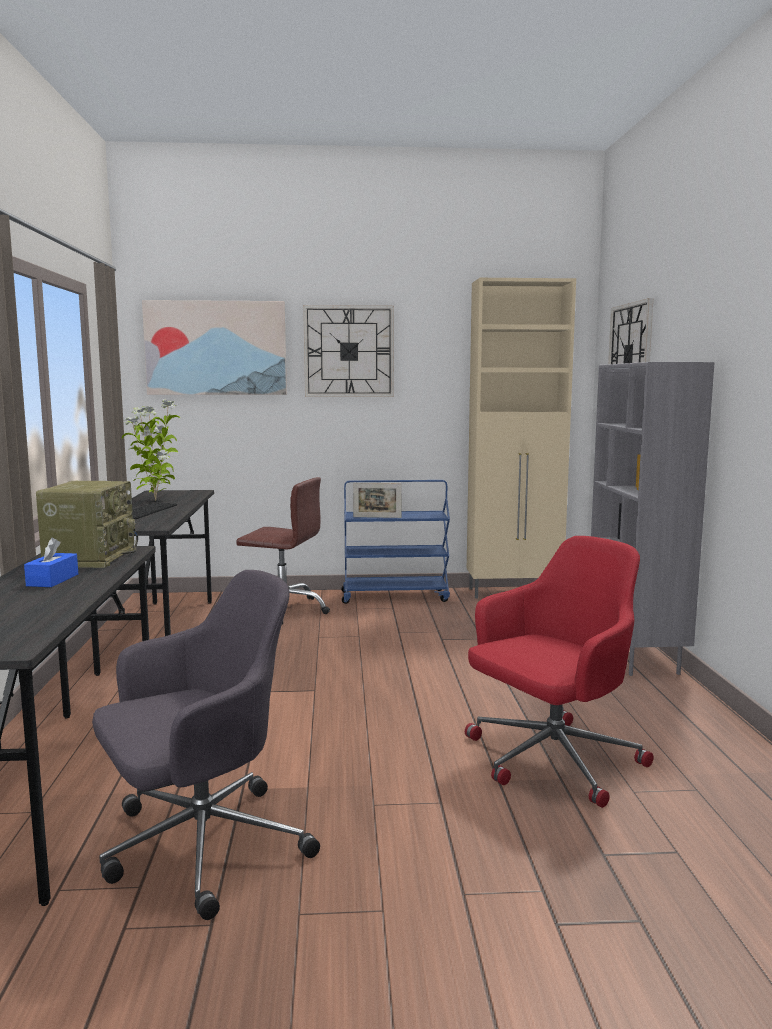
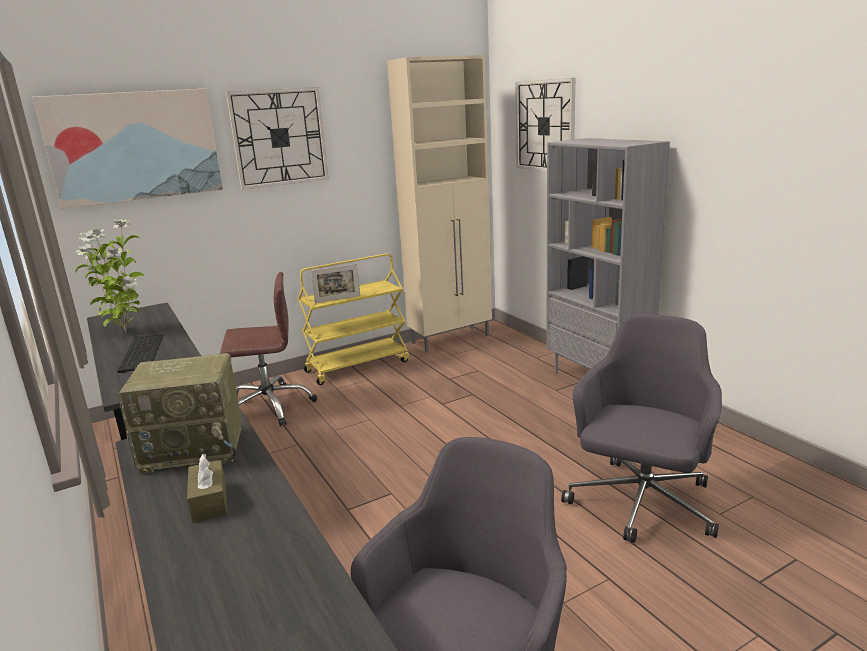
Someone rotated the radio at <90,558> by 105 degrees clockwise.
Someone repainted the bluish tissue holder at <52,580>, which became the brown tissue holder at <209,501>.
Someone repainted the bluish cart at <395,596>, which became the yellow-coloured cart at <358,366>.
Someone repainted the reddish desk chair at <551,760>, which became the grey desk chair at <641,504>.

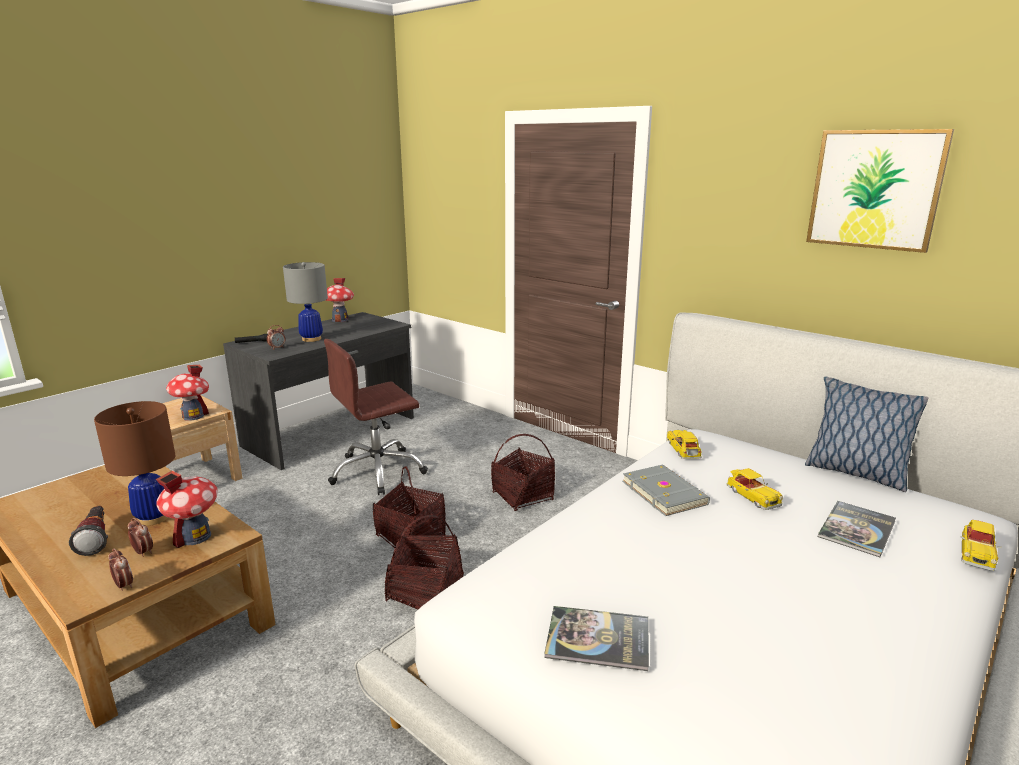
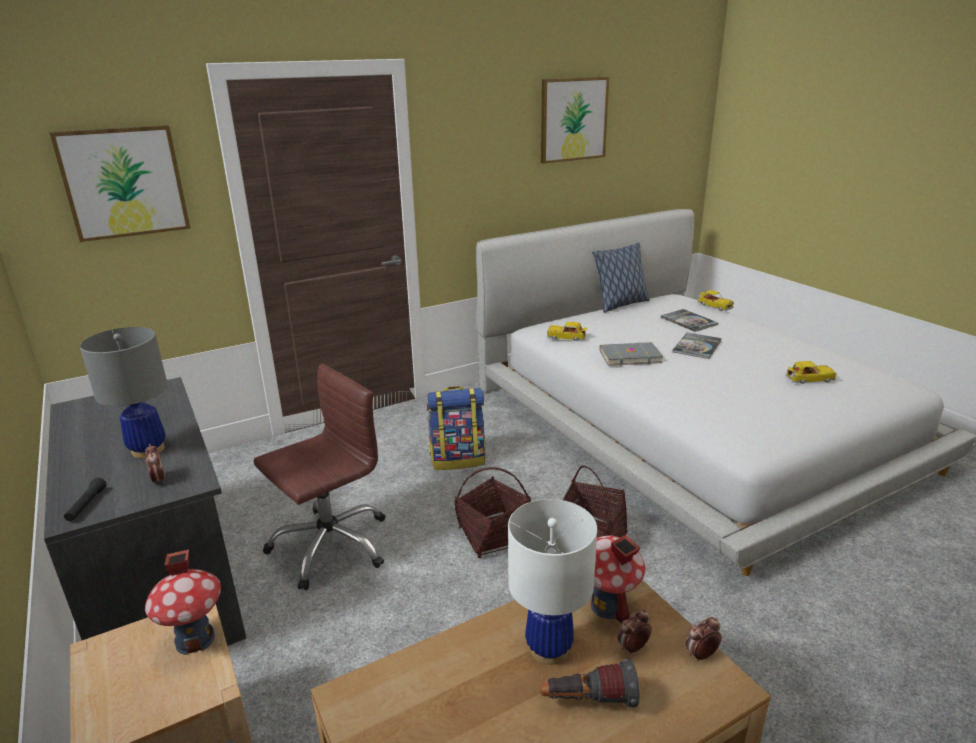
Someone put up the wall art at <124,182>.
Someone rotated the brown desk chair at <378,471> by 120 degrees counterclockwise.
Someone swapped the storage basket at <523,496> for the knapsack at <458,459>.
Someone repainted the brown tabletop lamp at <153,517>, which became the white tabletop lamp at <548,649>.
Someone carried the bound book from <597,639> to <697,346>.
Someone carried the miniature car from <752,496> to <809,379>.
Someone took away the toy house at <340,320>.

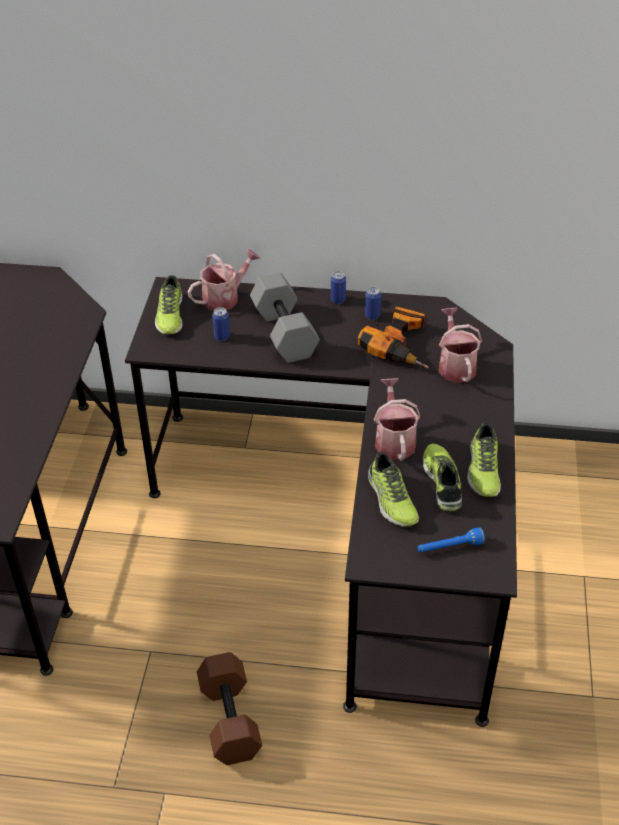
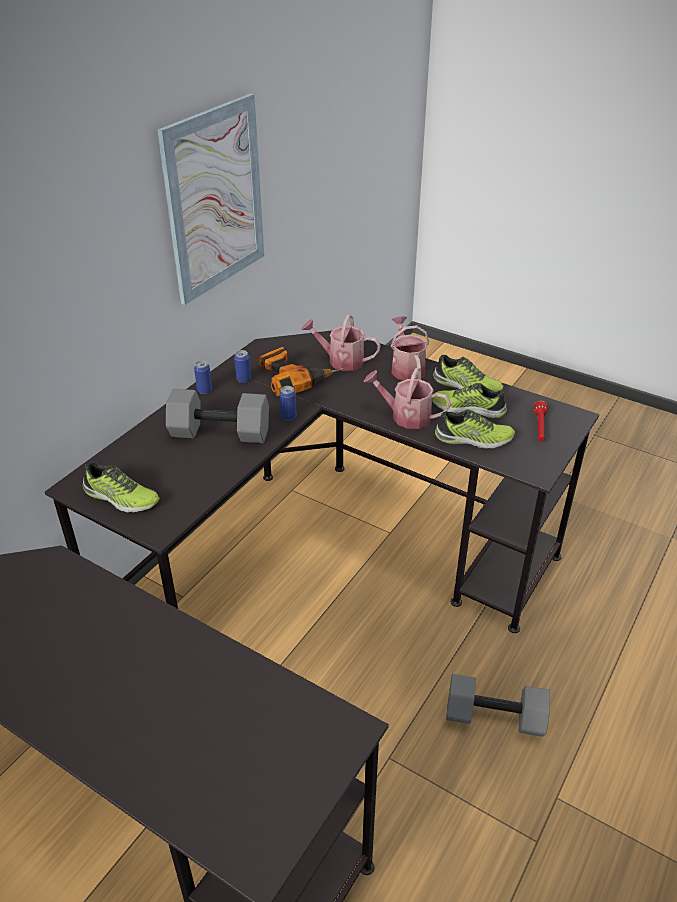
Someone put up the wall art at <215,199>.
Someone carried the sealed can from <222,336> to <288,416>.
Someone carried the watering pot from <225,297> to <406,368>.
Someone repainted the brown dumbbell at <228,718>, which became the grey dumbbell at <493,718>.
Someone repainted the bluish torch at <449,547>, which became the reddish torch at <539,427>.

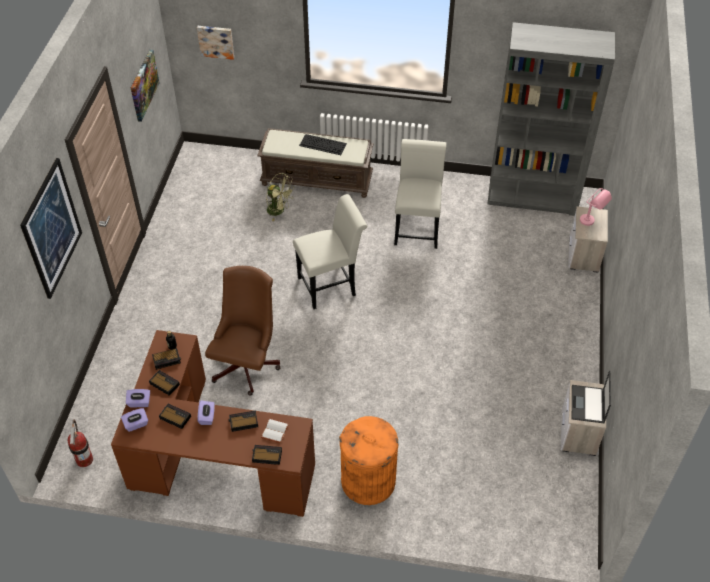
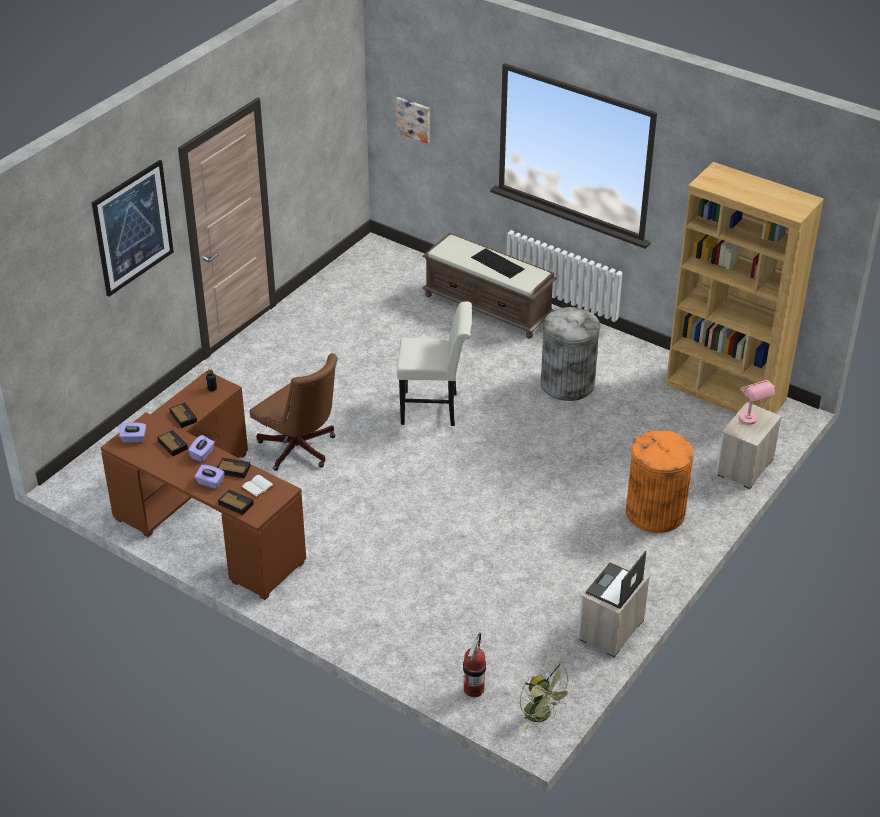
Someone carried the purple-coloured tissue holder from <139,403> to <210,483>.
Someone rotated the brown desk chair at <247,363> by 90 degrees clockwise.
Someone carried the fire extinguisher from <84,459> to <473,689>.
Someone carried the green fan from <279,210> to <542,715>.
Someone swapped the white chair at <417,228> for the grey waste bin at <567,384>.
Someone carried the orange-coloured waste bin from <368,480> to <654,512>.
Someone repainted the grey bookshelf at <533,197>, which became the brown bookshelf at <725,393>.
Someone took away the wall art at <143,85>.
Someone took away the bedside clock at <167,360>.

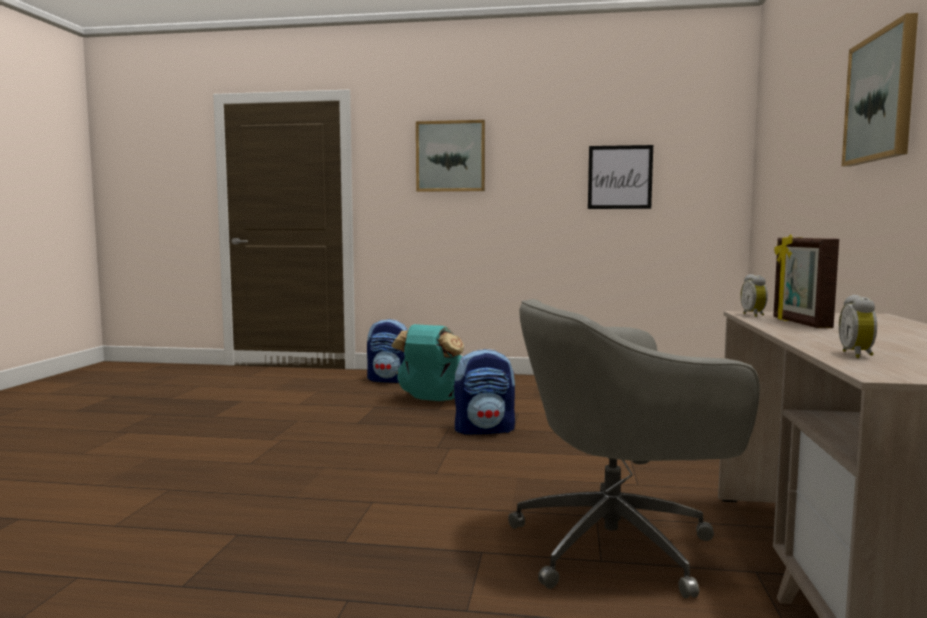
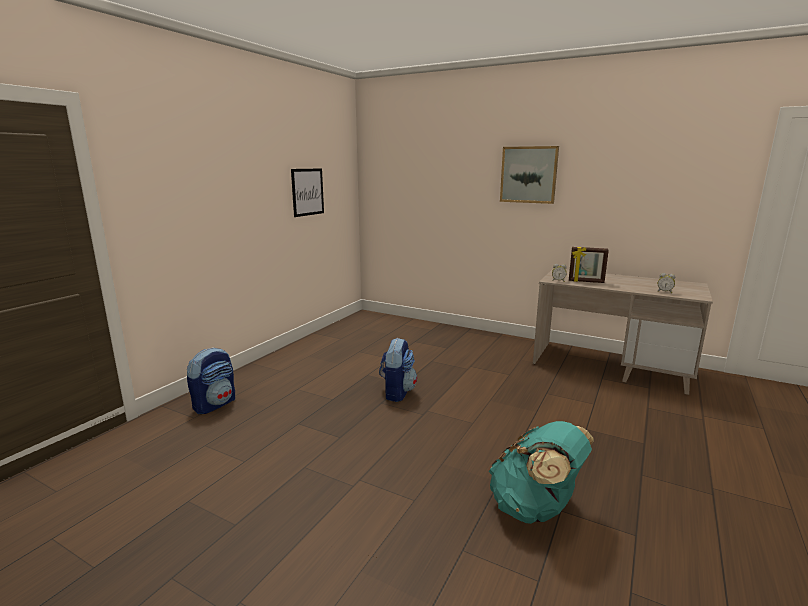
Someone carried the blue-green knapsack from <433,400> to <535,508>.
Someone took away the wall art at <450,156>.
Someone took away the grey desk chair at <618,546>.

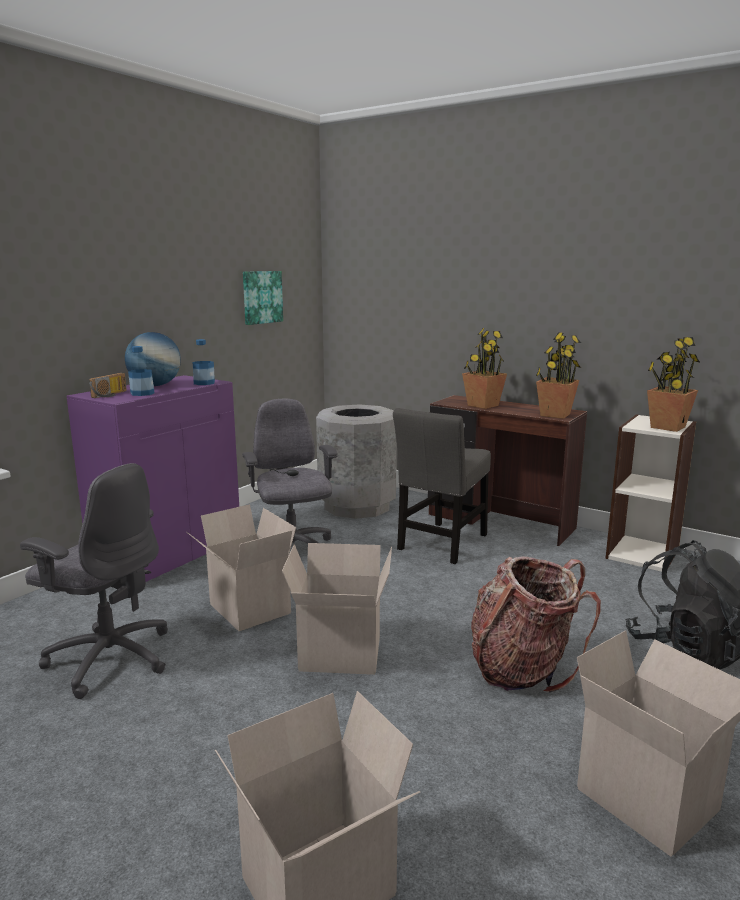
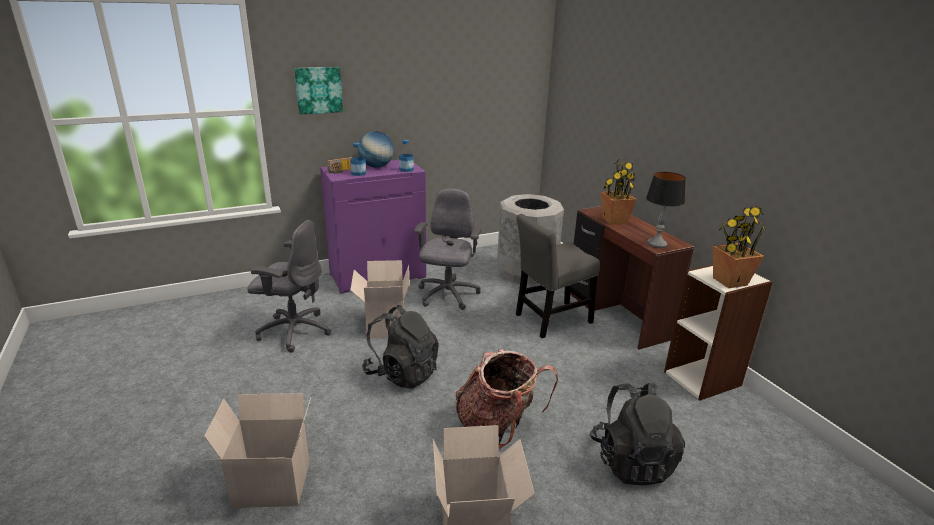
Someone rotated the grey desk chair at <109,658> by 45 degrees counterclockwise.
Someone carried the wall art from <261,297> to <318,90>.
Someone swapped the carton at <338,655> for the black knapsack at <402,373>.
Someone swapped the potted plant at <554,415> for the tabletop lamp at <656,244>.

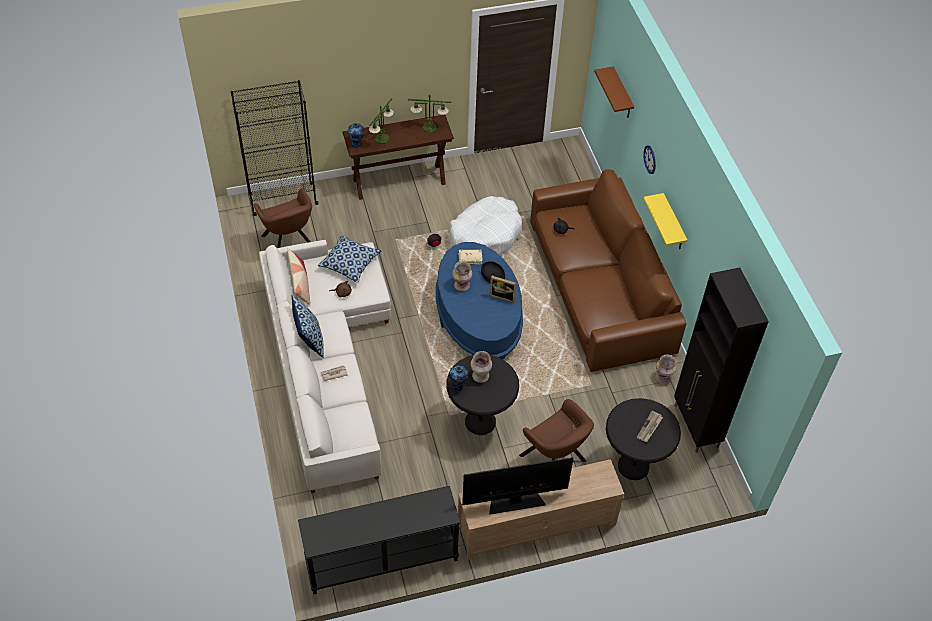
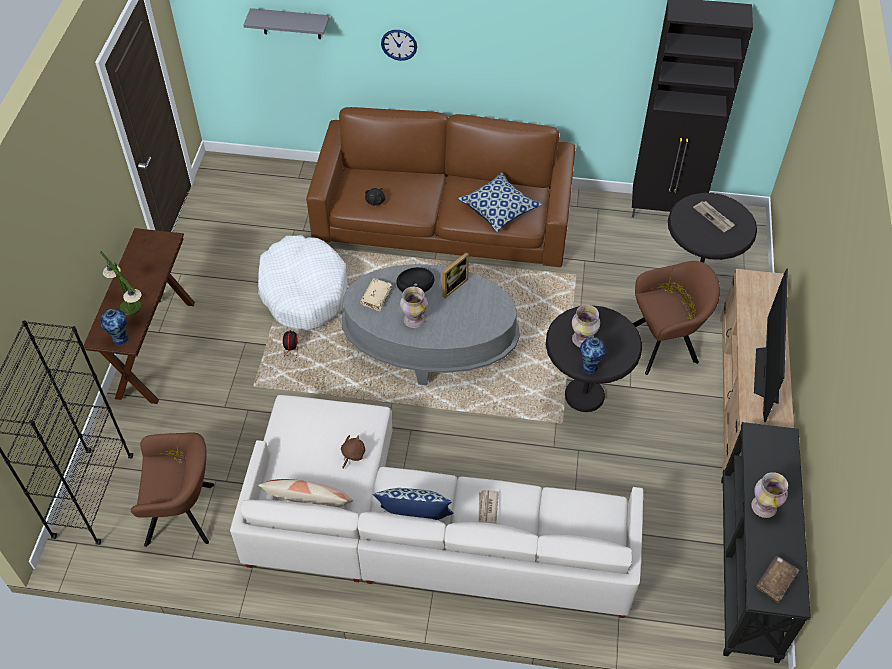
Someone repainted the brown bracket shelf at <622,94>, which became the grey bracket shelf at <291,23>.
Someone repainted the bluish low table at <478,318>, which became the grey low table at <430,344>.
Someone carried the pillow from <350,264> to <499,209>.
Someone carried the flower vase from <663,377> to <763,506>.
Someone put down the brown bound book at <775,581>.
Someone took away the tabletop lamp at <429,127>.
Someone took away the yellow-coloured bracket shelf at <673,224>.

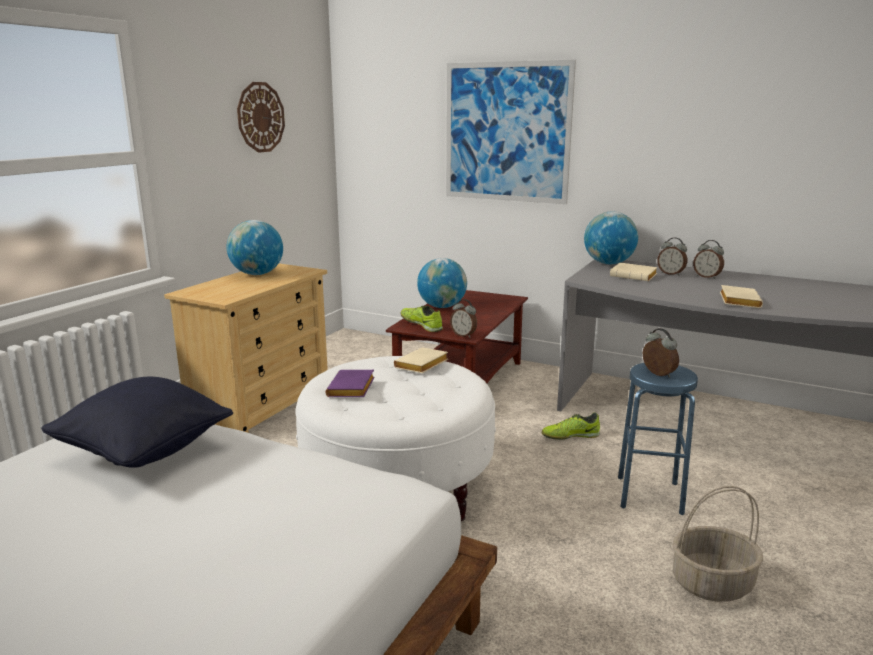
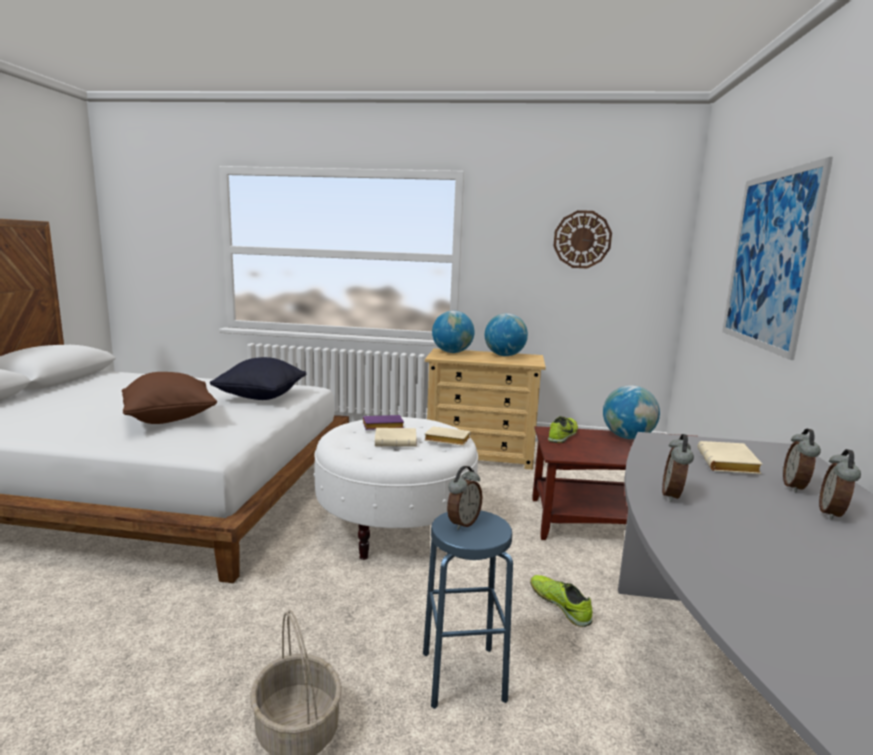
Someone put down the brown pillow at <170,419>.
Someone carried the beige-coloured bound book from <737,301> to <397,441>.
Someone carried the desk globe from <608,263> to <452,352>.
Someone carried the bedside clock from <463,335> to <673,496>.

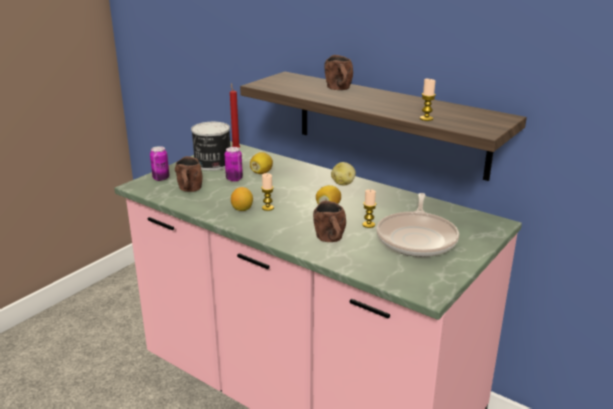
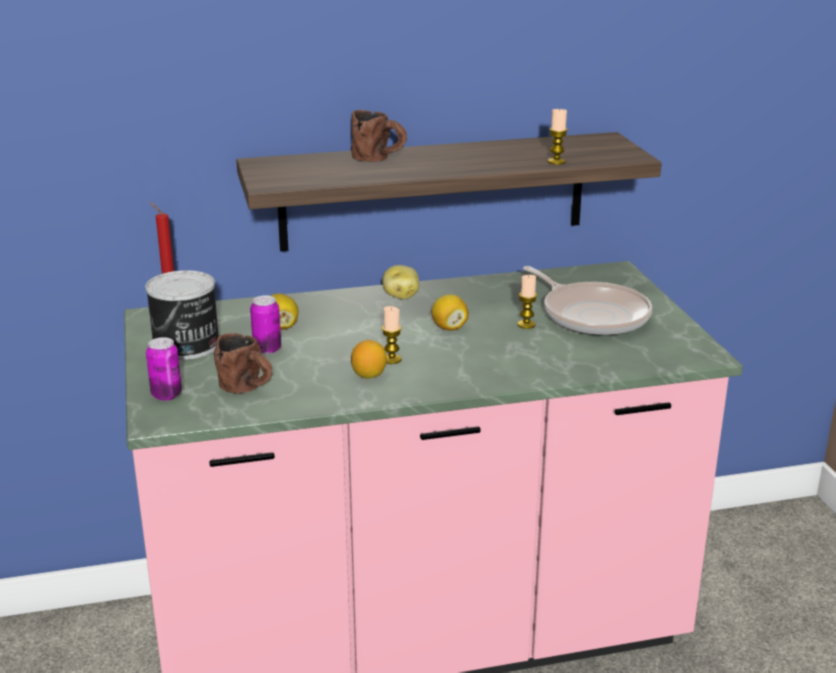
Someone took away the brown coffee mug at <331,240>.

